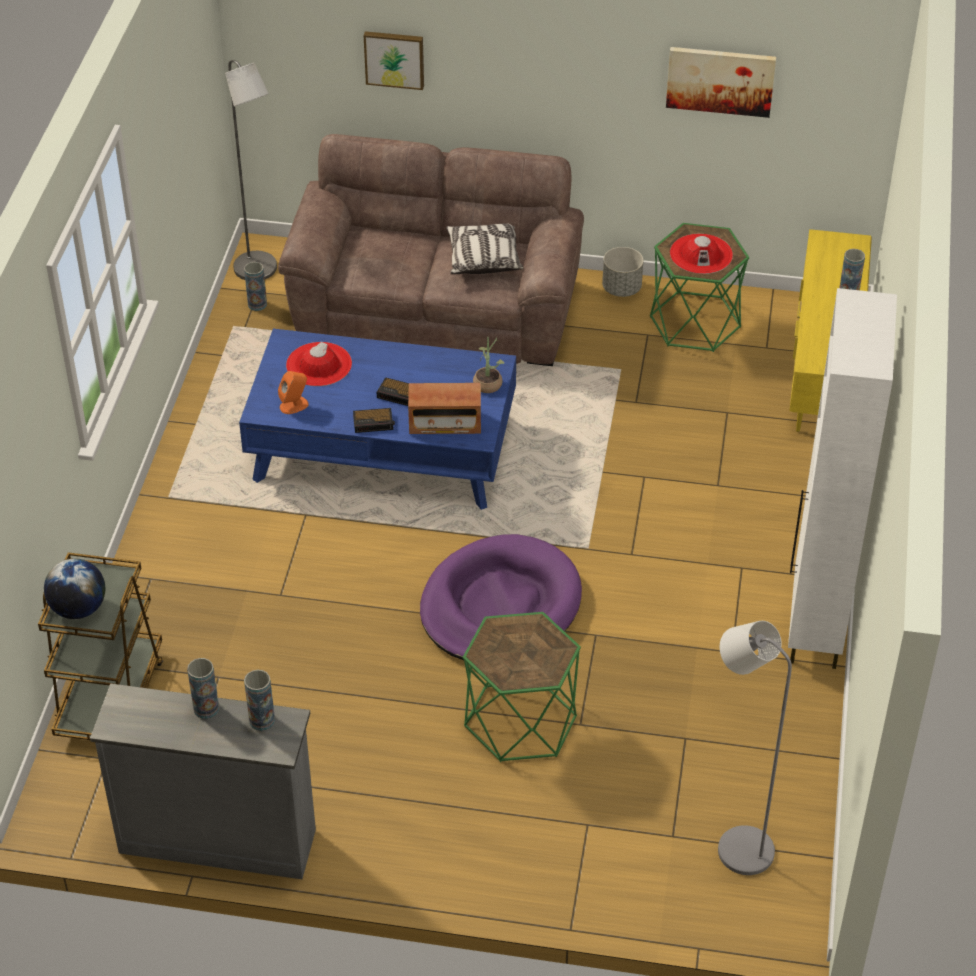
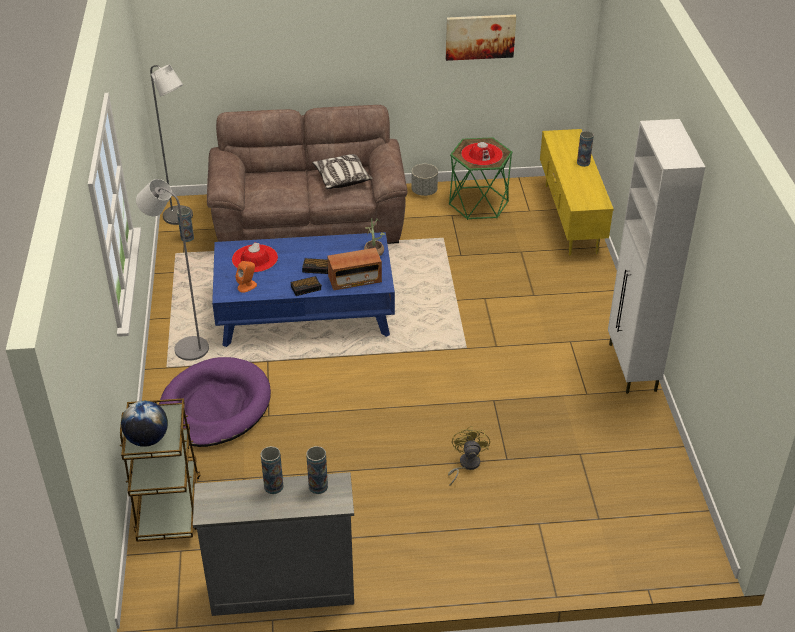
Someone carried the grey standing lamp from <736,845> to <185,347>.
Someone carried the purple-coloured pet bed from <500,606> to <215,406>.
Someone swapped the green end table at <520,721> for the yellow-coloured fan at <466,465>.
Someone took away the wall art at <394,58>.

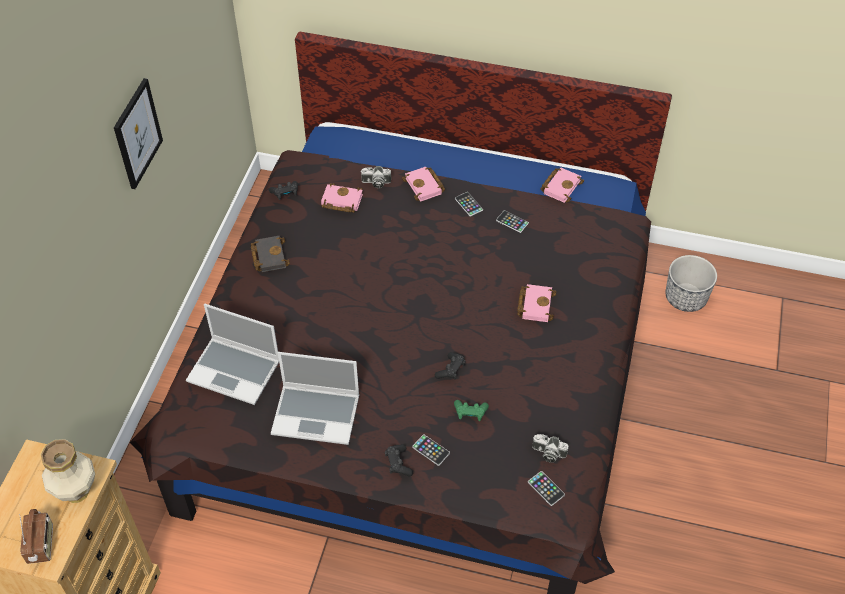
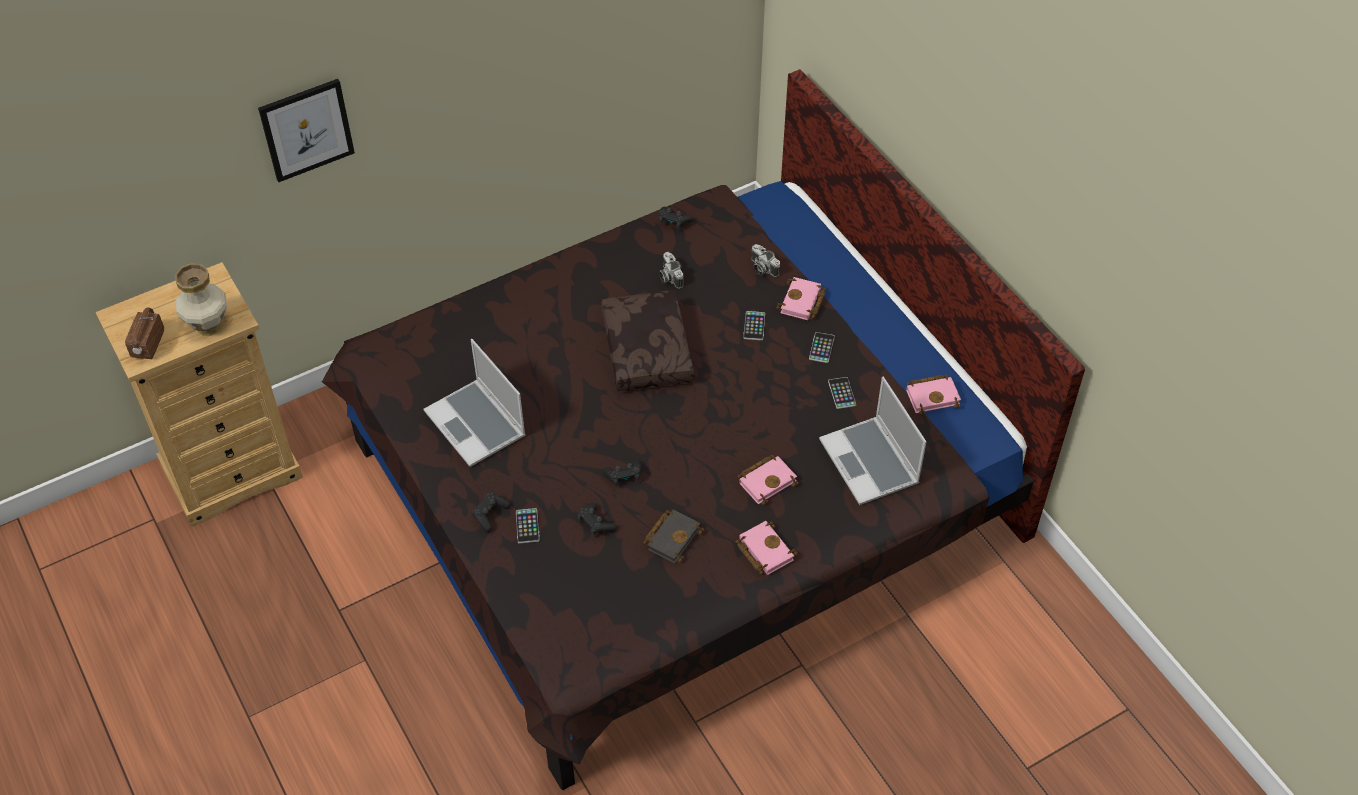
Someone rotated the radio at <41,544> by 150 degrees clockwise.
Someone carried the wall art from <137,133> to <306,129>.
Someone repainted the green game controller at <470,413>, which became the black game controller at <595,524>.
Someone put down the brown pillow at <649,350>.
Someone carried the black bound book from <268,256> to <672,537>.
Someone carried the photo camera from <548,453> to <669,277>.
Someone carried the pinkish bound book from <340,201> to <763,550>.
Someone carried the phone from <546,488> to <754,326>.
Someone carried the notebook computer from <235,371> to <871,463>.
Someone took away the flower pot at <686,297>.

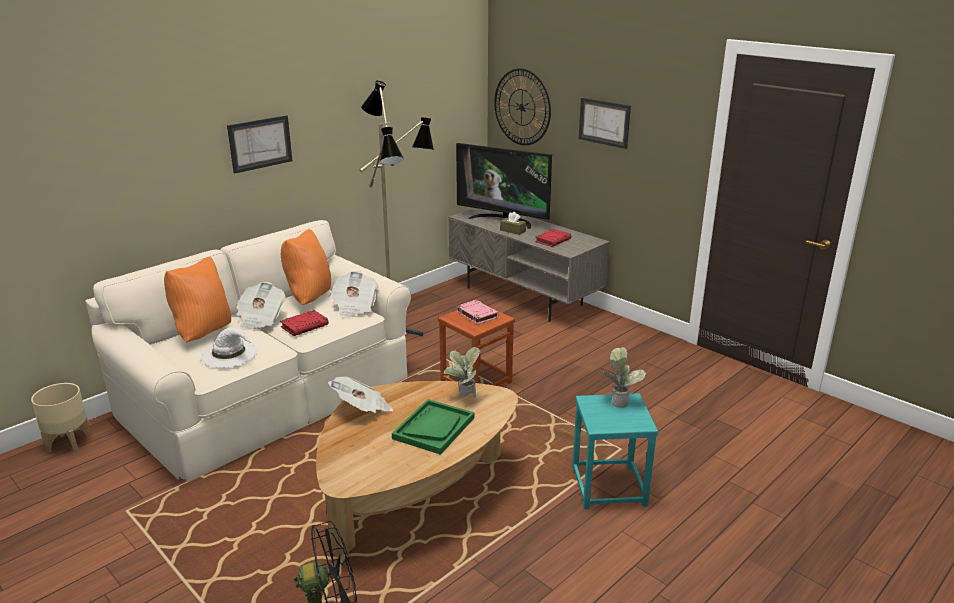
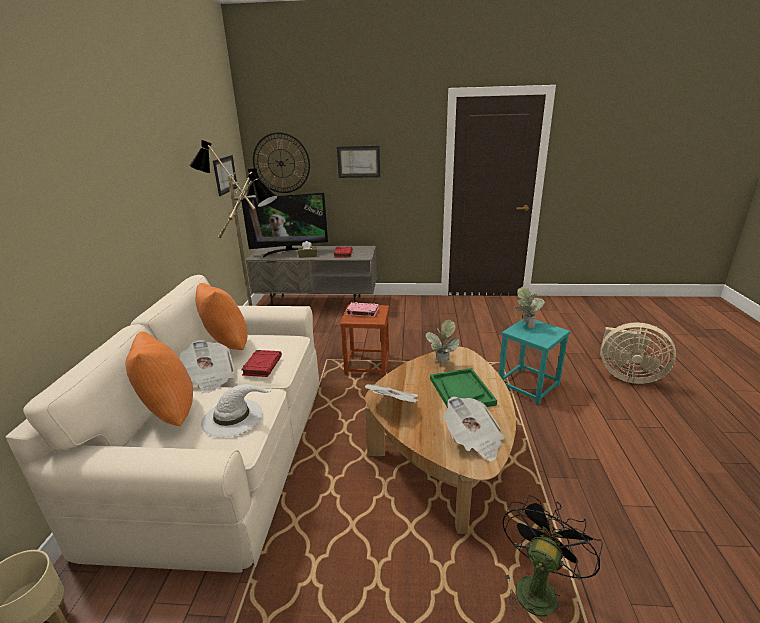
Someone carried the wall art from <260,143> to <225,175>.
Someone carried the newspaper from <354,307> to <473,440>.
Someone put down the beige-coloured fan at <627,376>.

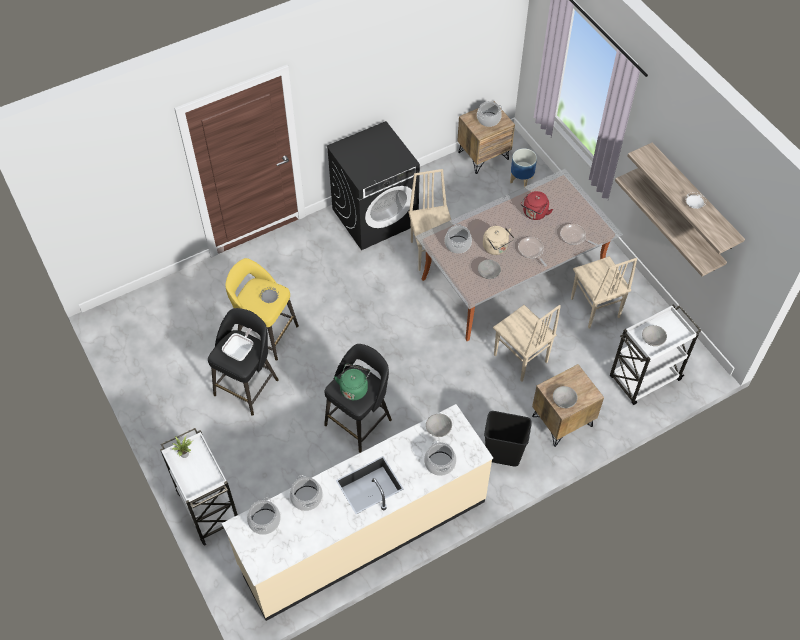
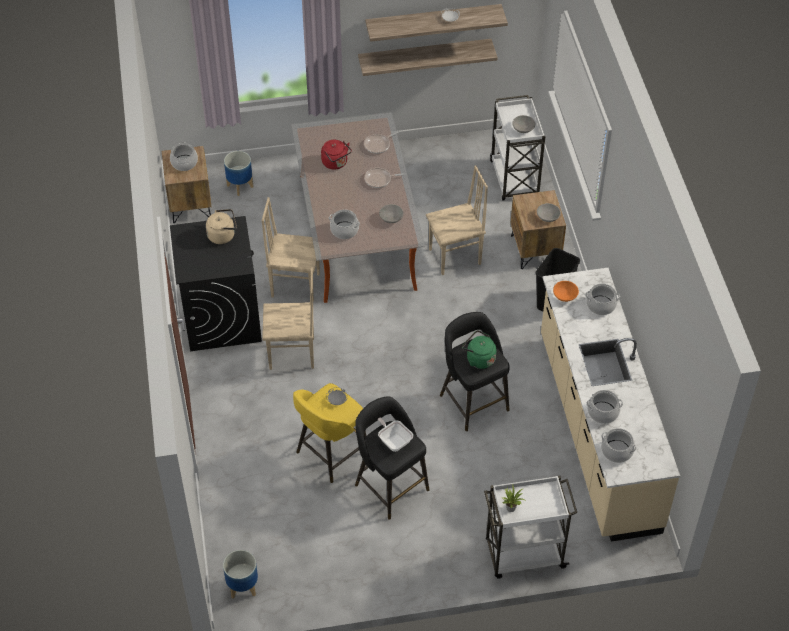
Someone carried the beige-coloured water kettle from <496,248> to <223,235>.
Someone put down the flower pot at <242,587>.
Someone carried the beige-coloured chair from <594,308> to <292,354>.
Someone repainted the grey bowl at <438,429>, which became the orange-coloured bowl at <565,296>.

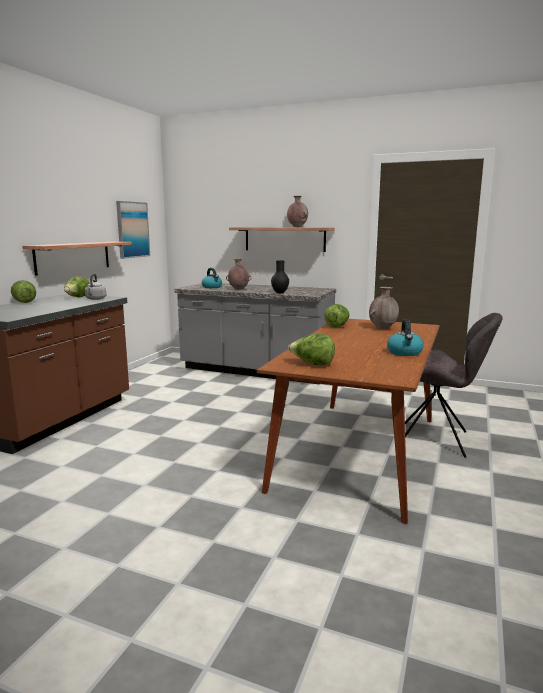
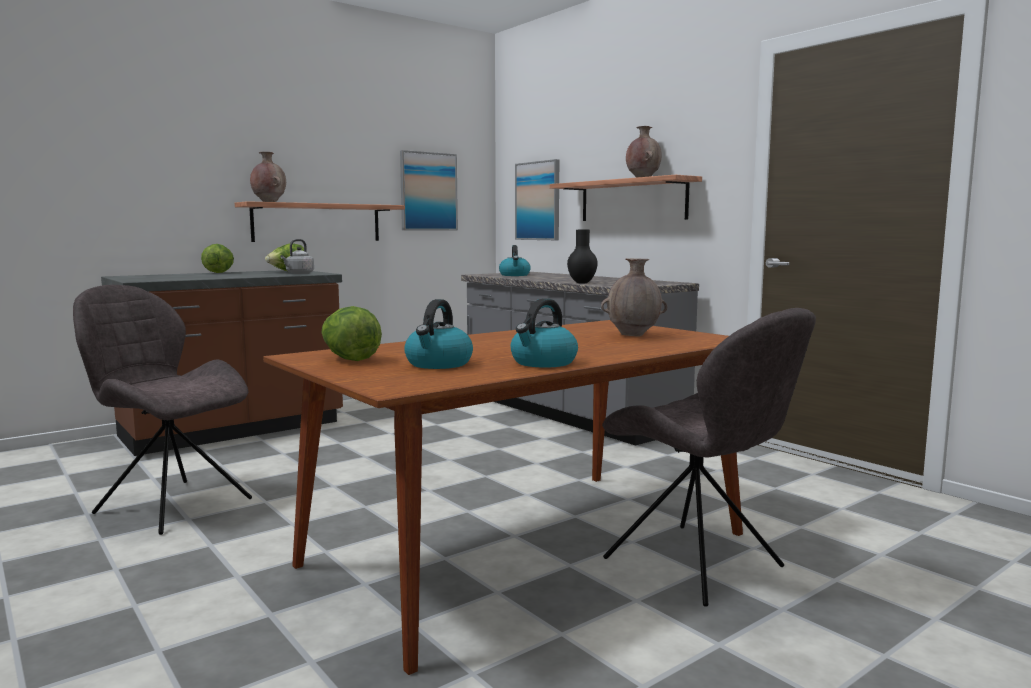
Someone put down the grey chair at <170,505>.
Someone carried the brown flower vase from <238,289> to <269,202>.
Someone put down the water kettle at <438,364>.
Someone put up the wall art at <538,201>.
Someone took away the lettuce head at <337,326>.

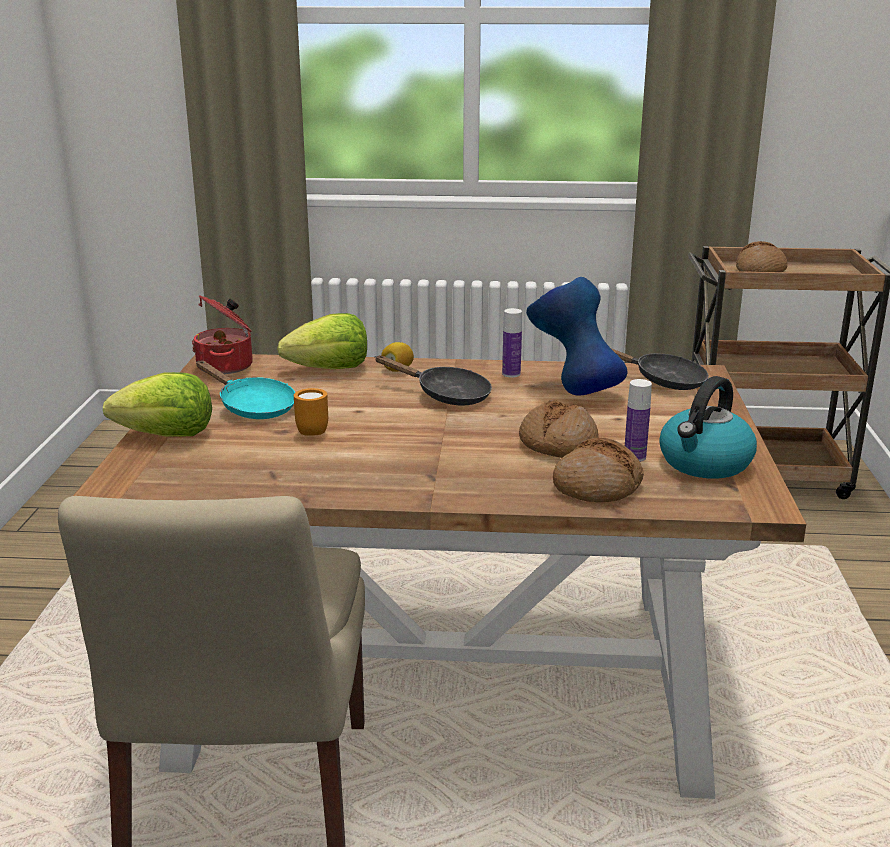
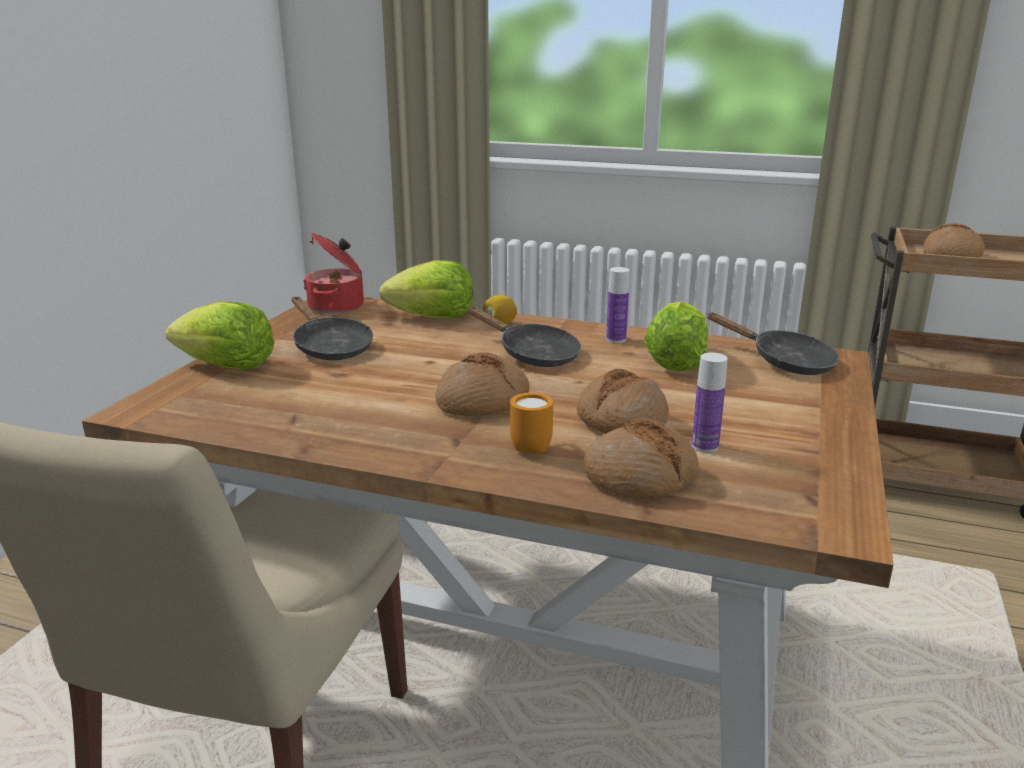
Someone repainted the blue-green skillet at <252,407>, which became the black skillet at <330,347>.
Someone put down the baked bread at <482,402>.
Someone carried the orange-coloured coffee mug from <312,431> to <532,447>.
Someone swapped the bluish flower vase at <573,390> for the lettuce head at <675,362>.
Someone took away the water kettle at <704,463>.

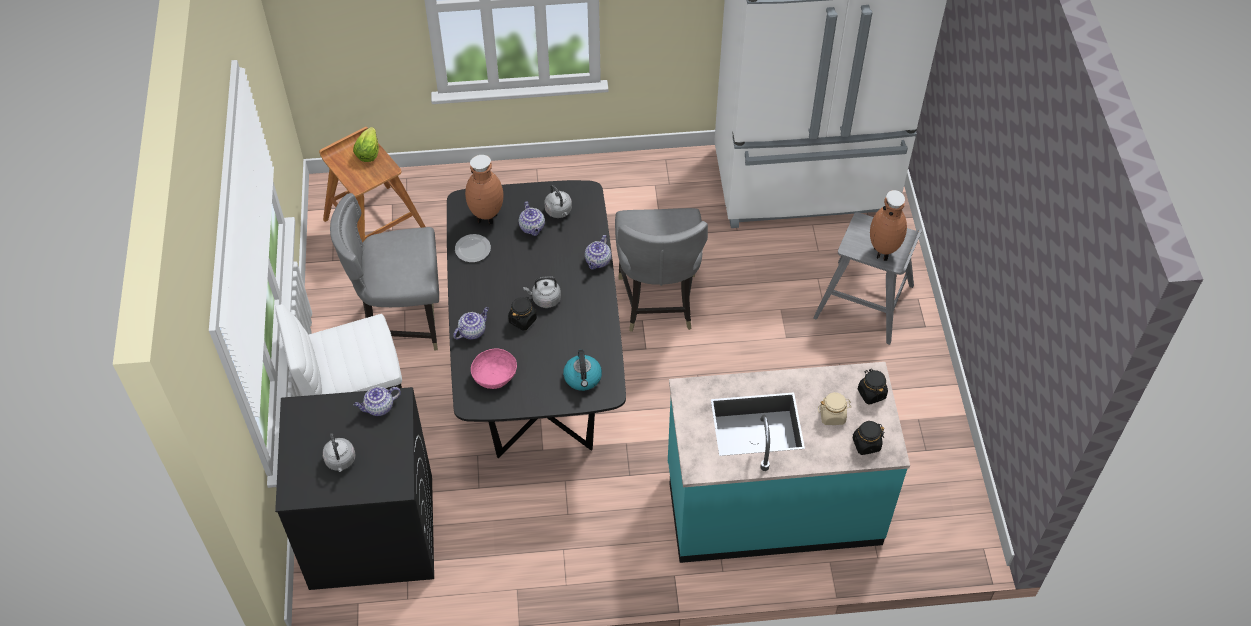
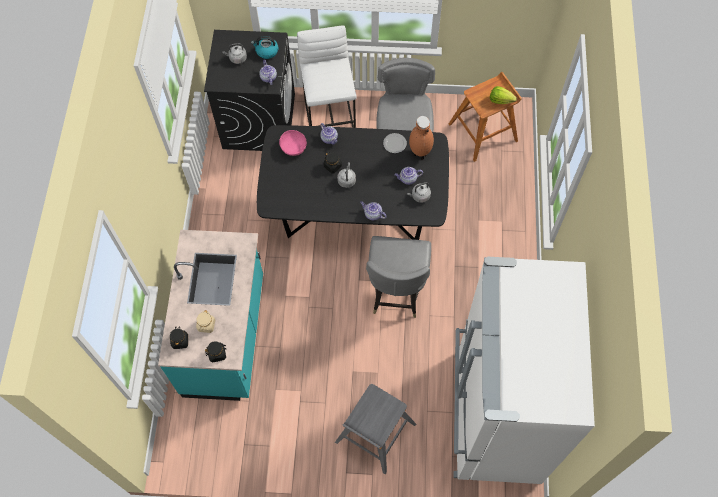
Someone carried the water kettle from <583,378> to <266,51>.
Someone rotated the grey chair at <657,301> by 90 degrees counterclockwise.
Someone took away the brown flower vase at <883,252>.

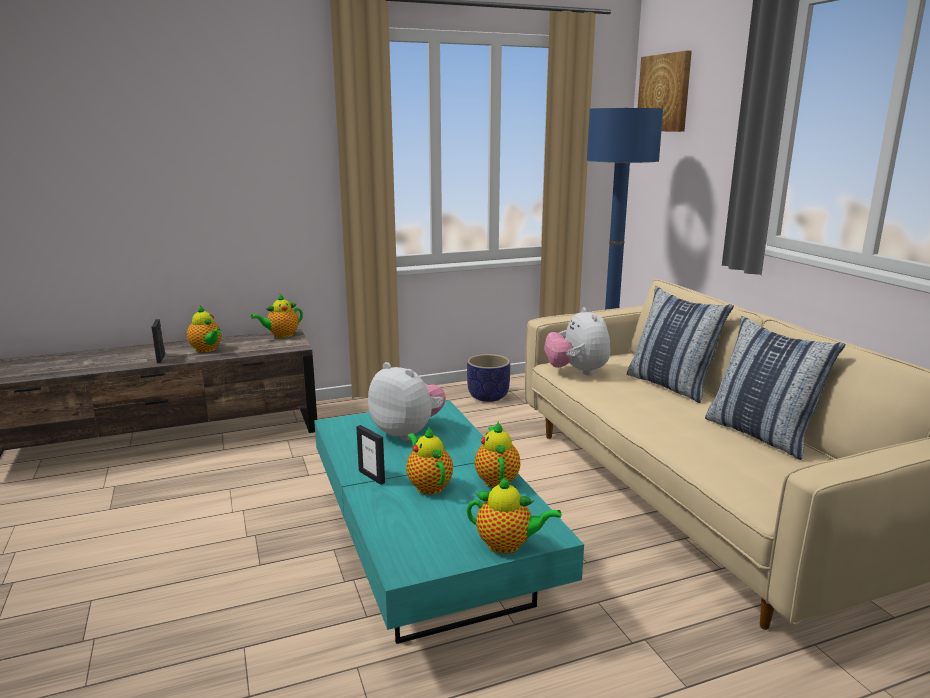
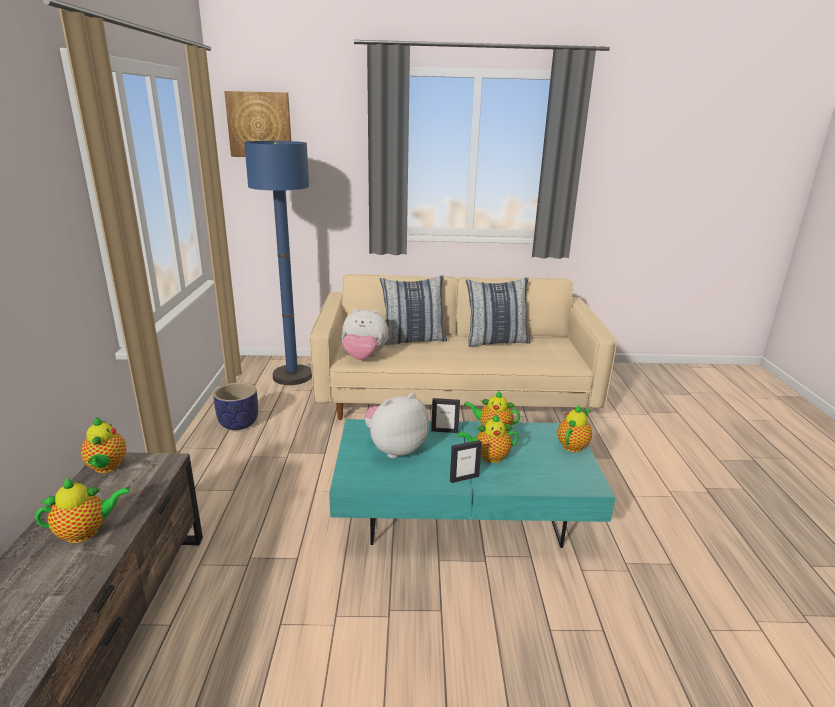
Someone carried the picture frame from <161,358> to <444,431>.

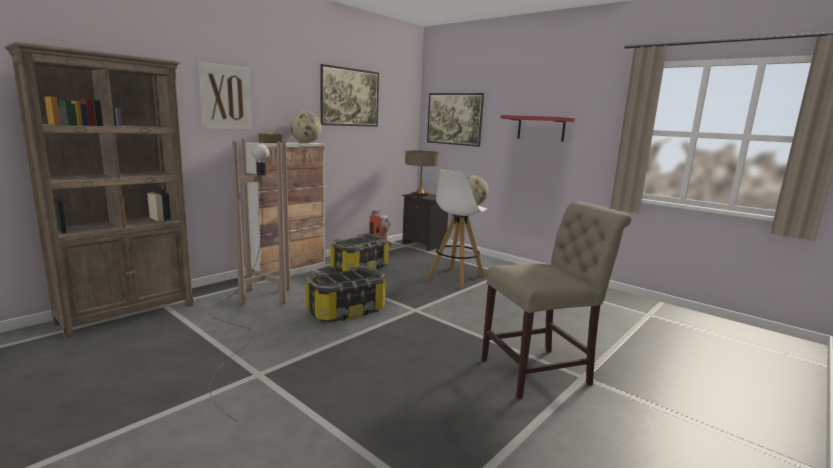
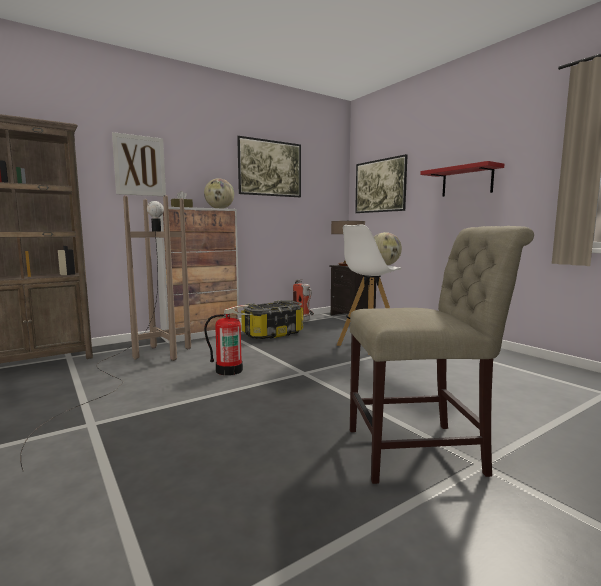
Someone swapped the storage bin at <345,311> for the fire extinguisher at <229,370>.

